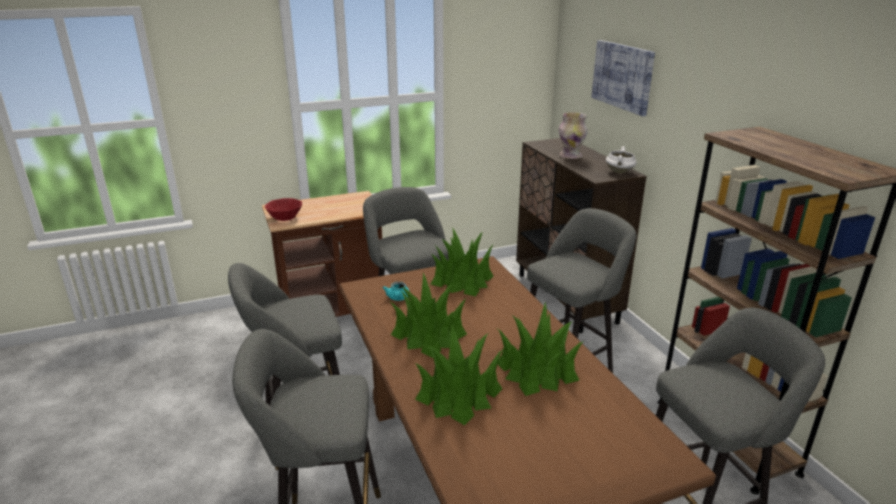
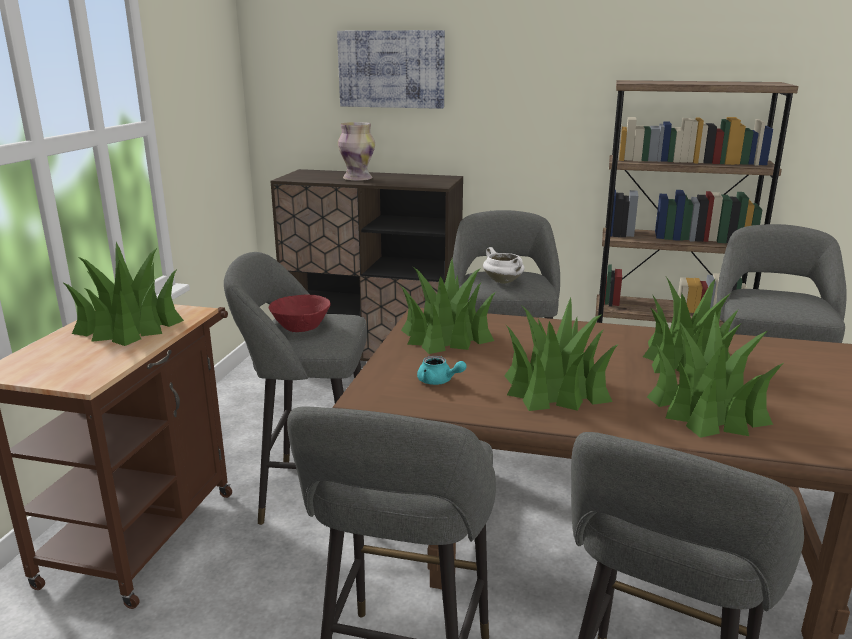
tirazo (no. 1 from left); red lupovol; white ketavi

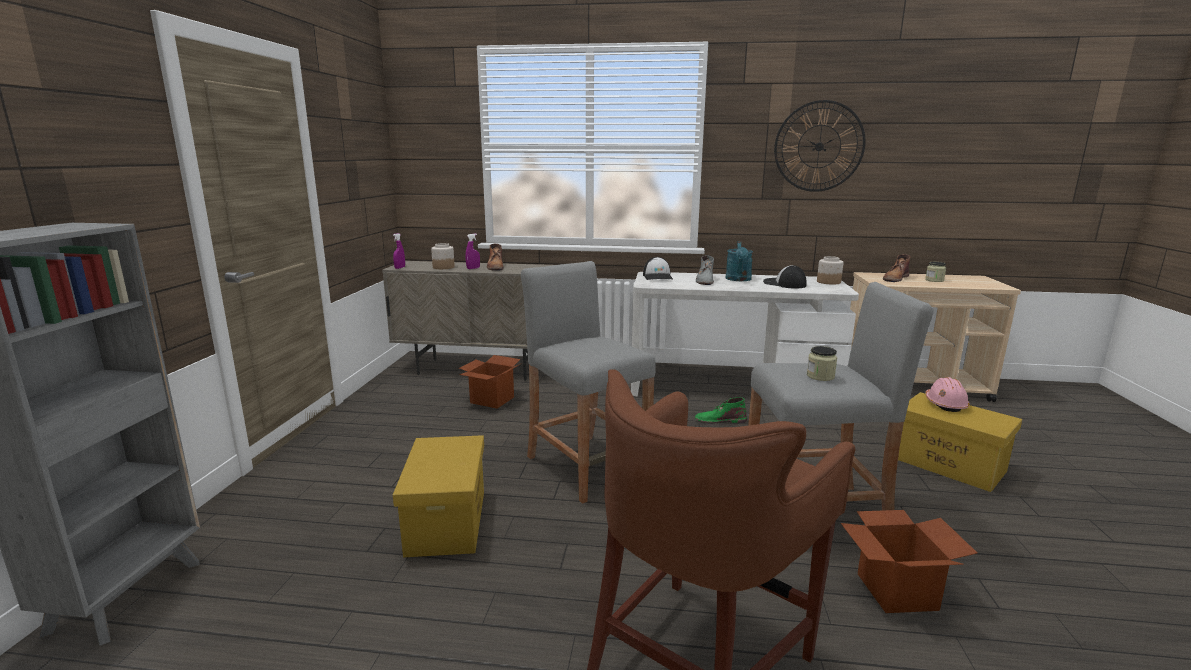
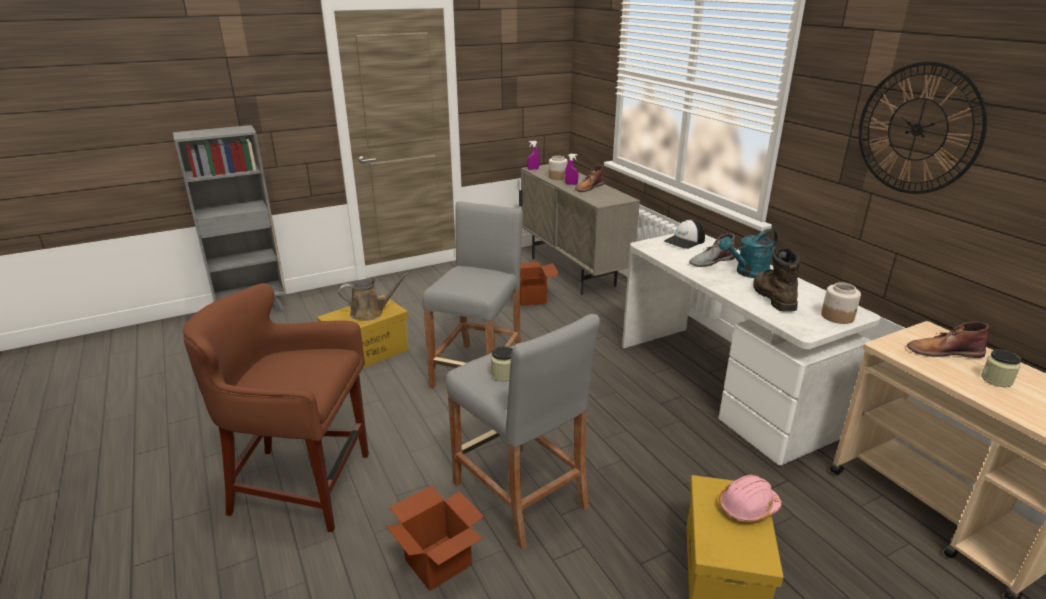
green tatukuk; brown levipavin; brown tatukuk (no. 2 from left)

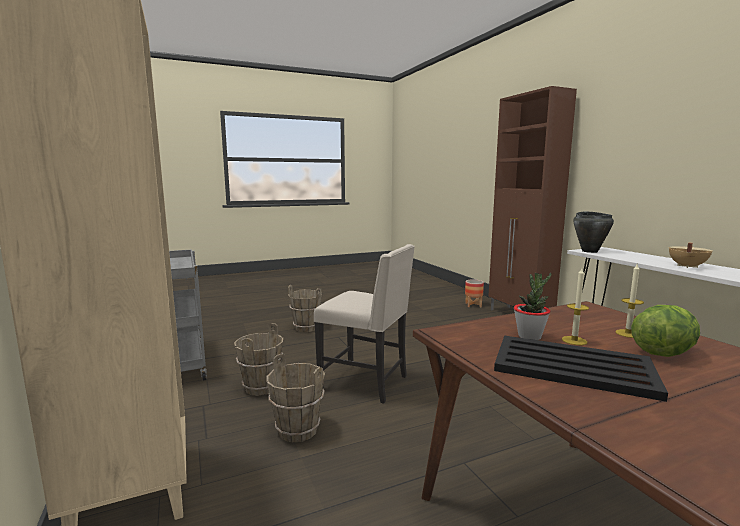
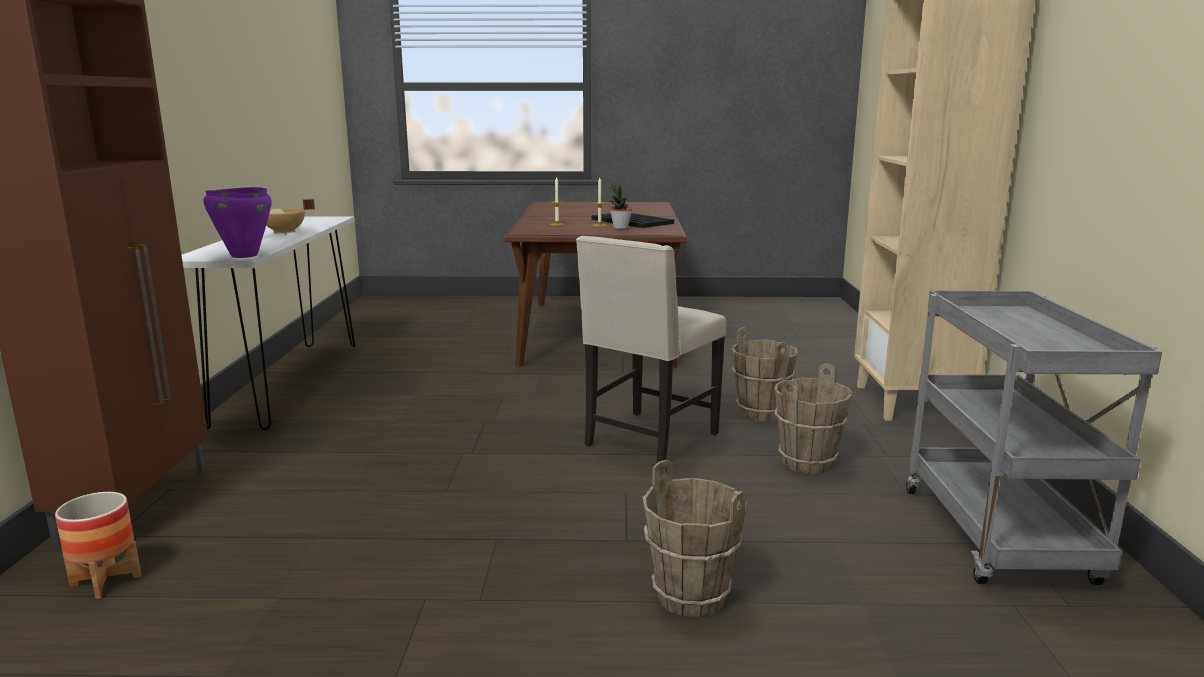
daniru; purple ketavi; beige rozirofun

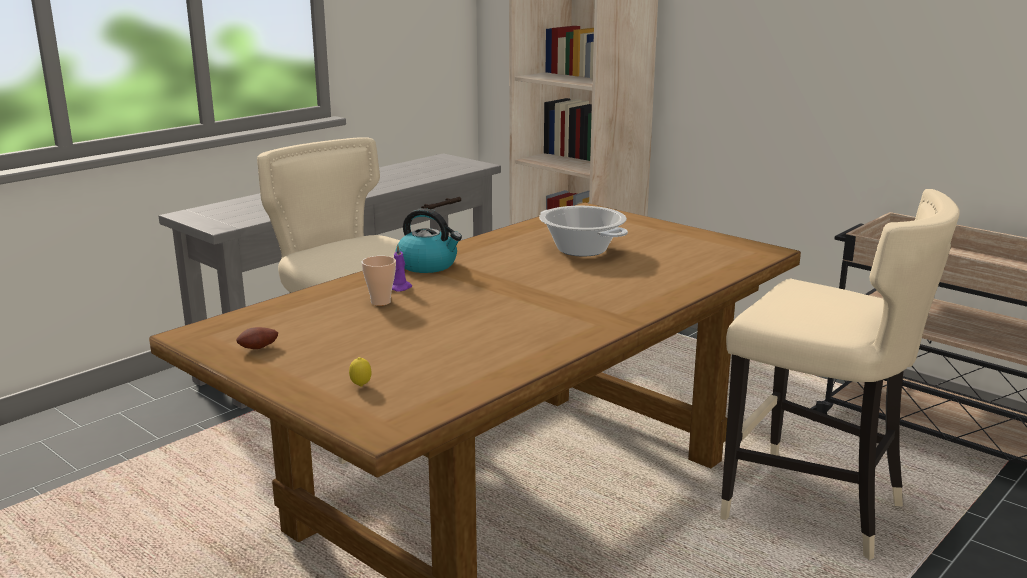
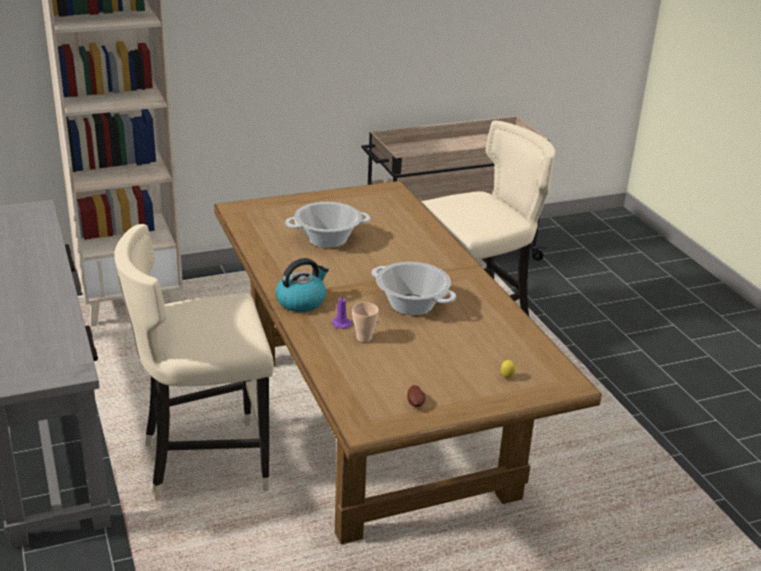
ketavi (no. 2 from left)

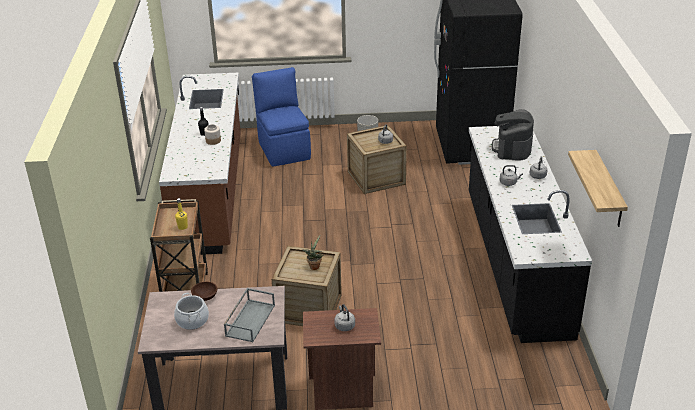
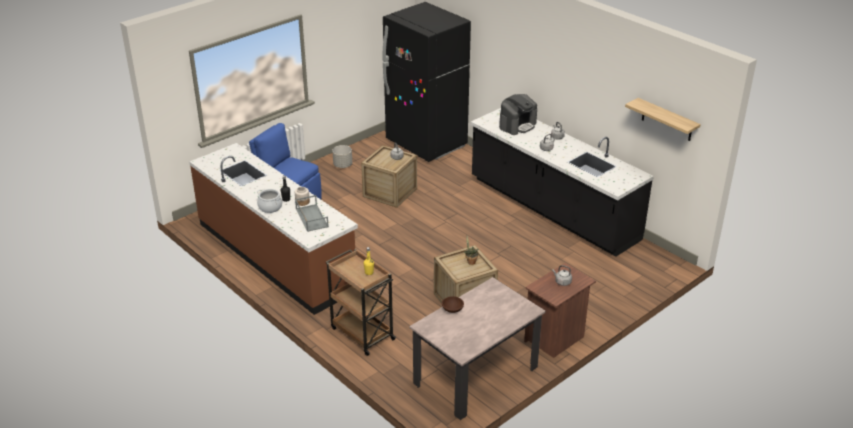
ketavi; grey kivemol; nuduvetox

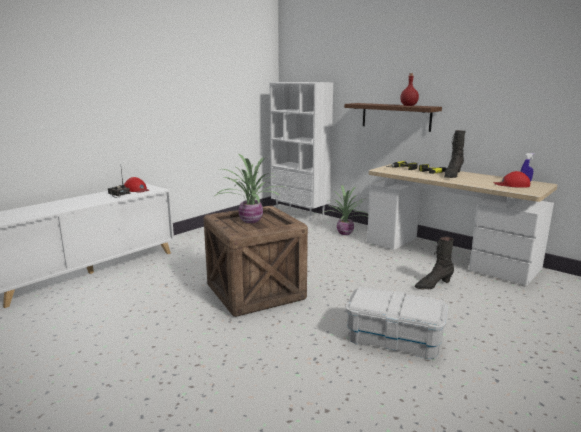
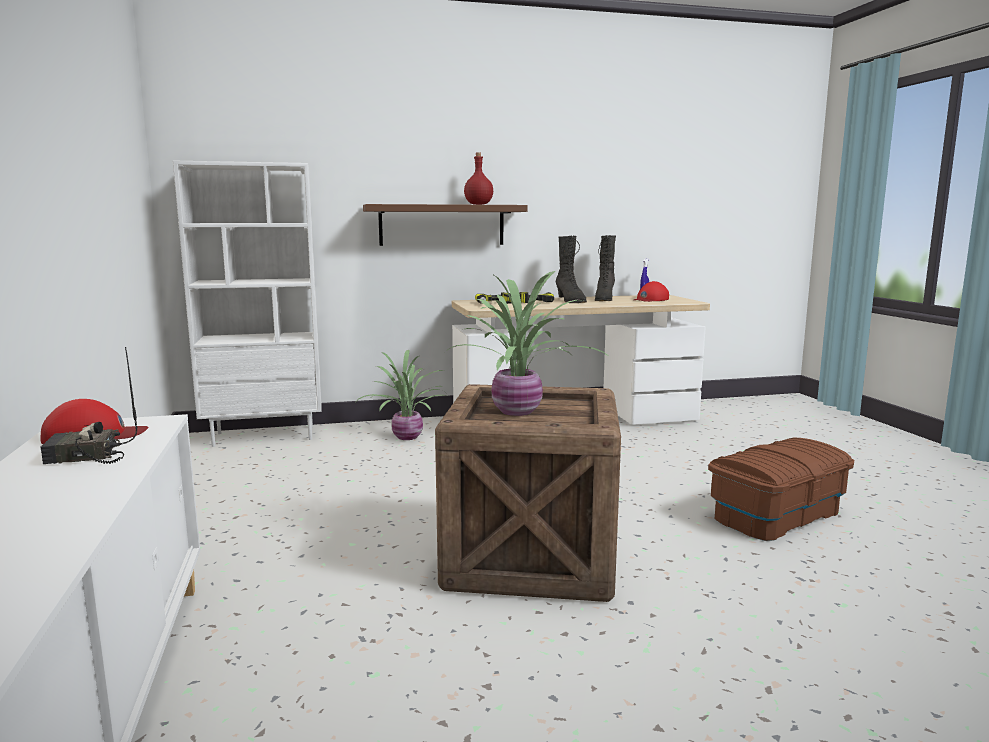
black tatukuk (no. 2 from left); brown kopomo

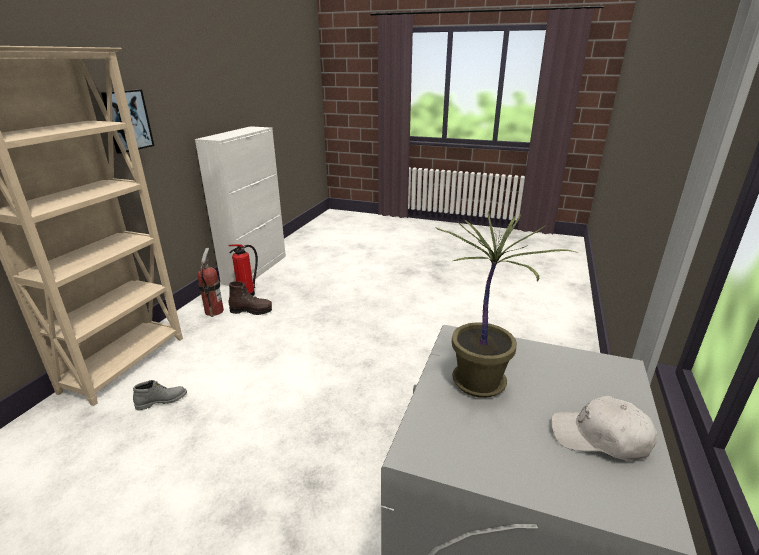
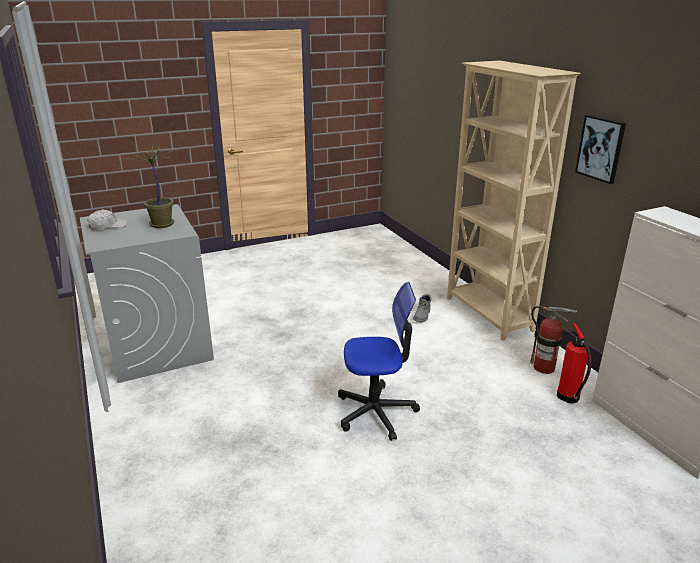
brown tatukuk; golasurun

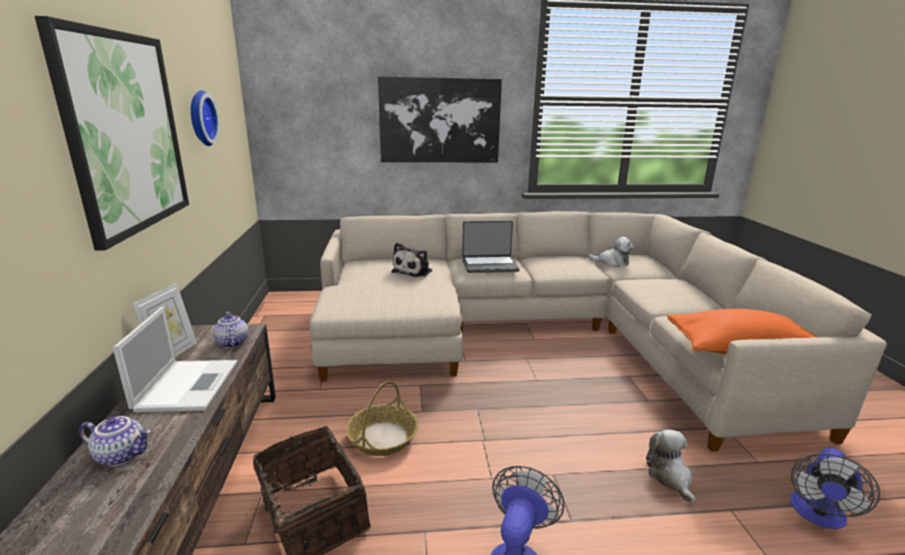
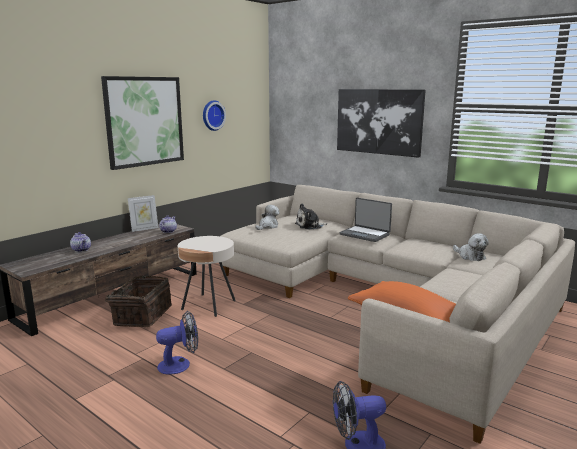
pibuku (no. 1 from left in the first image); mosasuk (no. 1 from left); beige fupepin

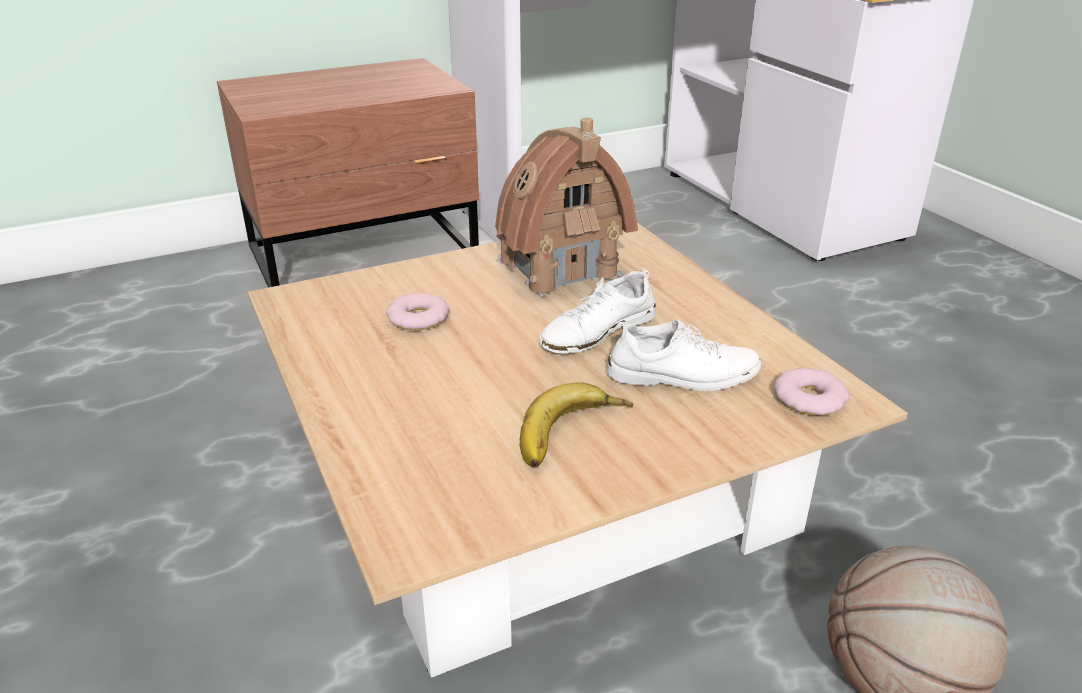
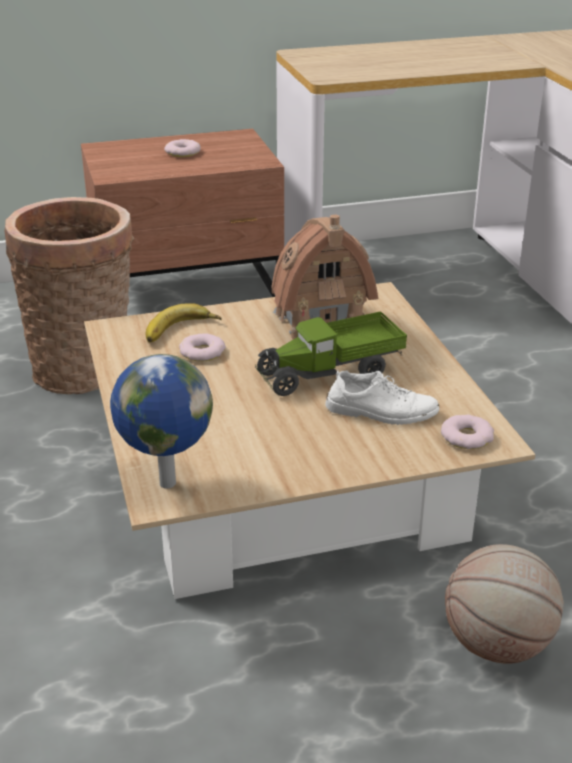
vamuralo; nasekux; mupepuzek (no. 1 from left); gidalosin; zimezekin

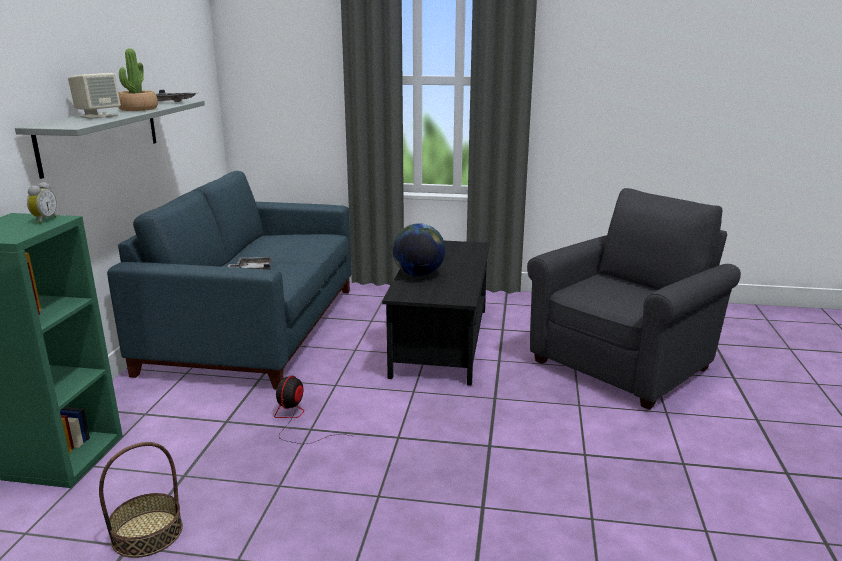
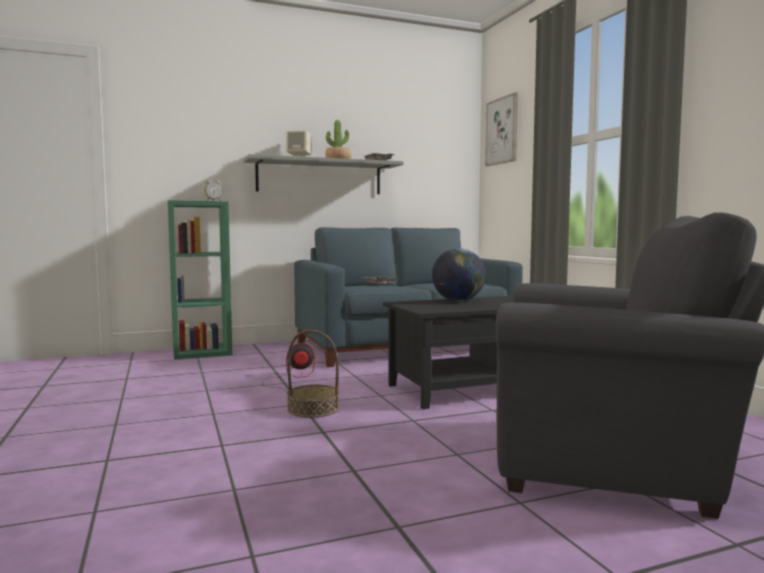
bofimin; vamuralo

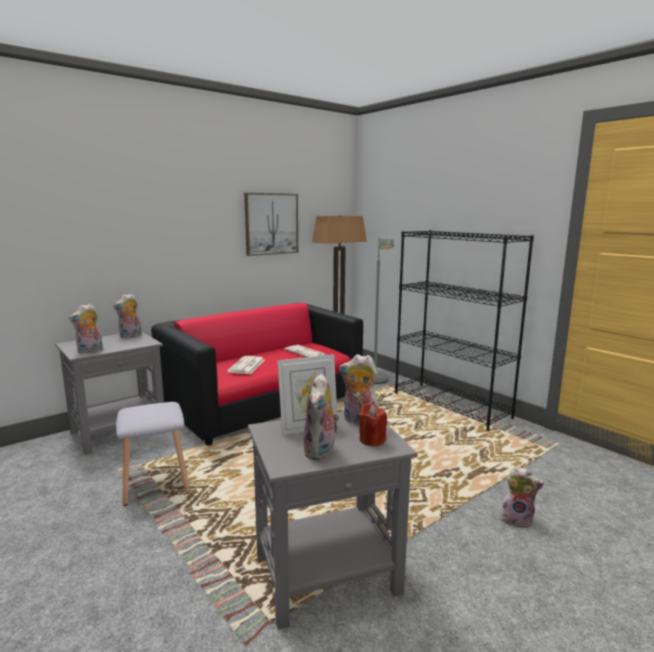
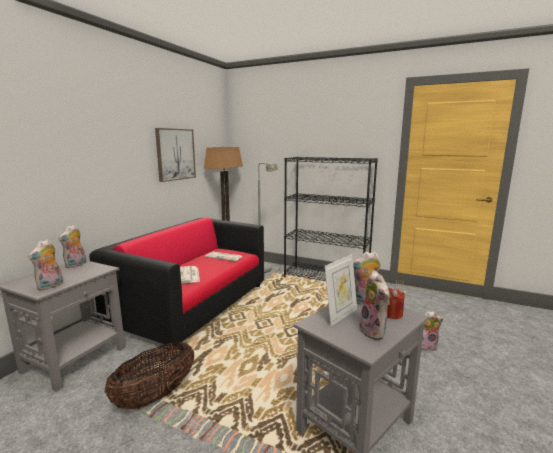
vamuralo

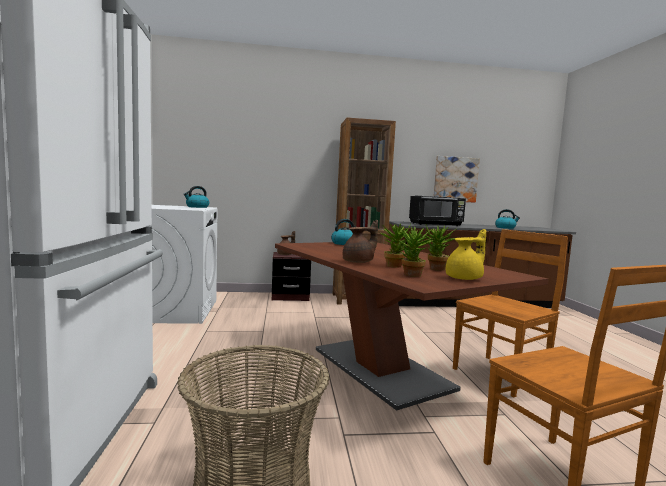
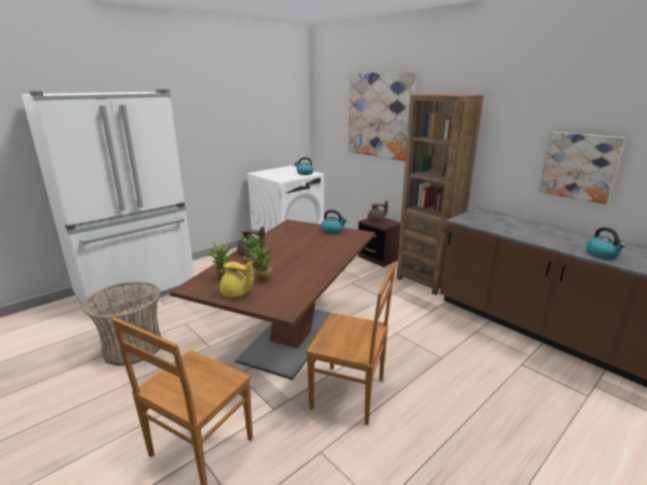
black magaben; bofimin (no. 1 from left)

